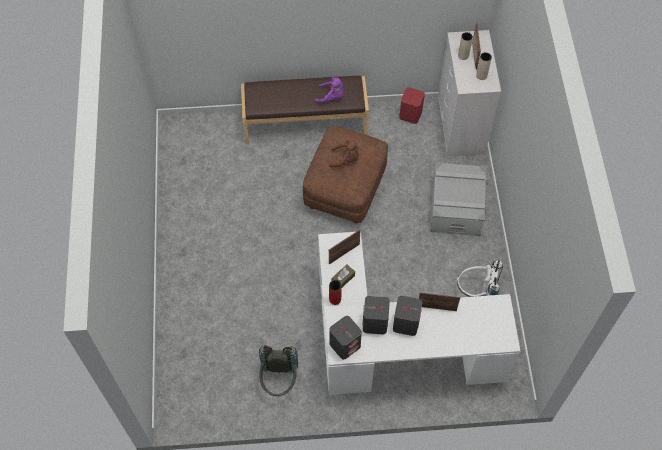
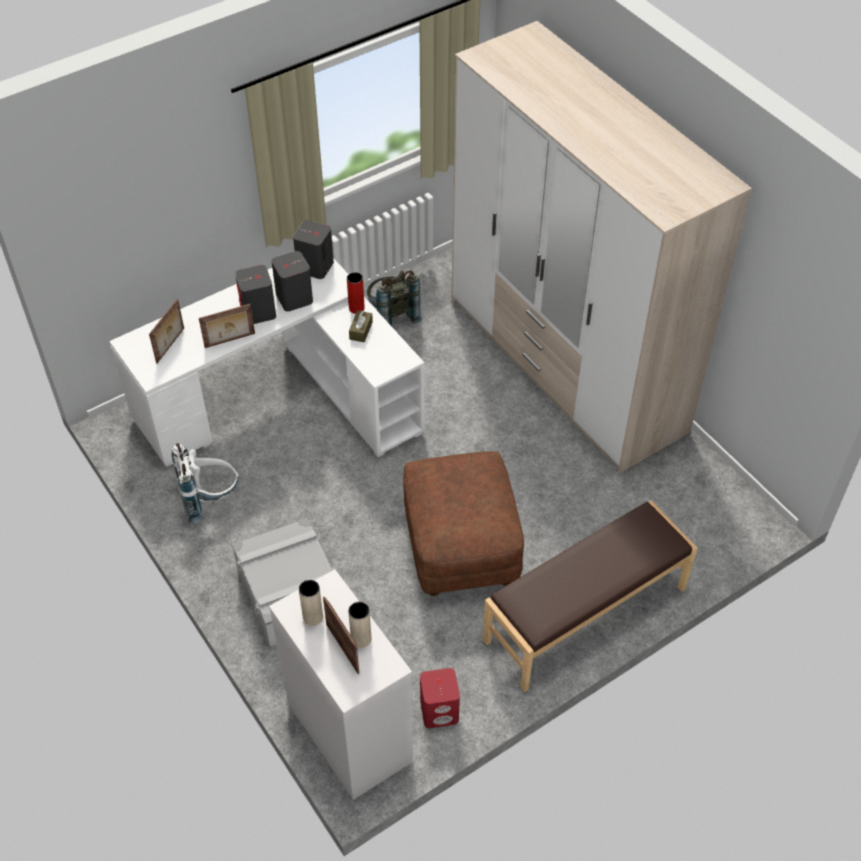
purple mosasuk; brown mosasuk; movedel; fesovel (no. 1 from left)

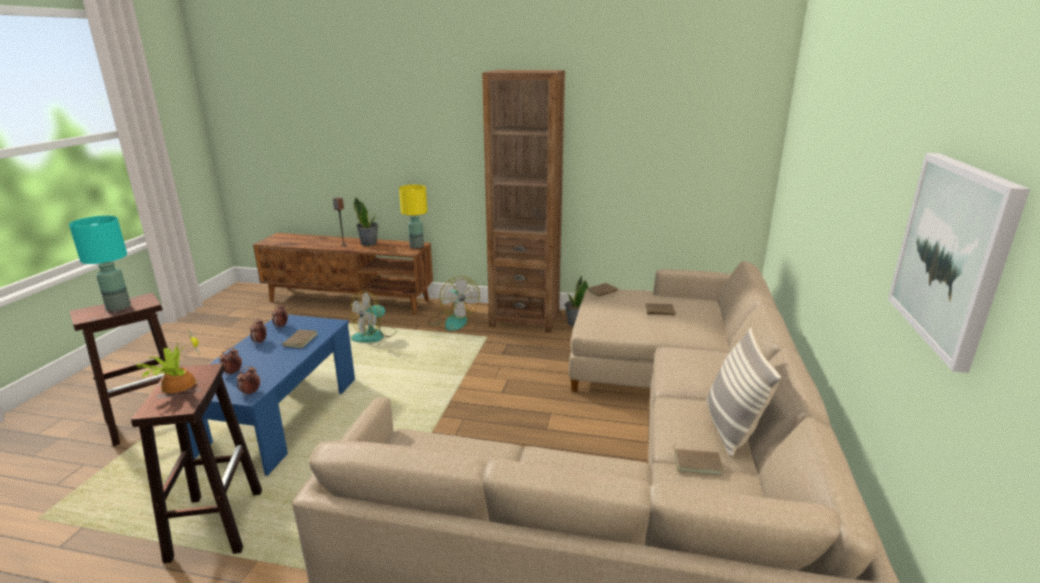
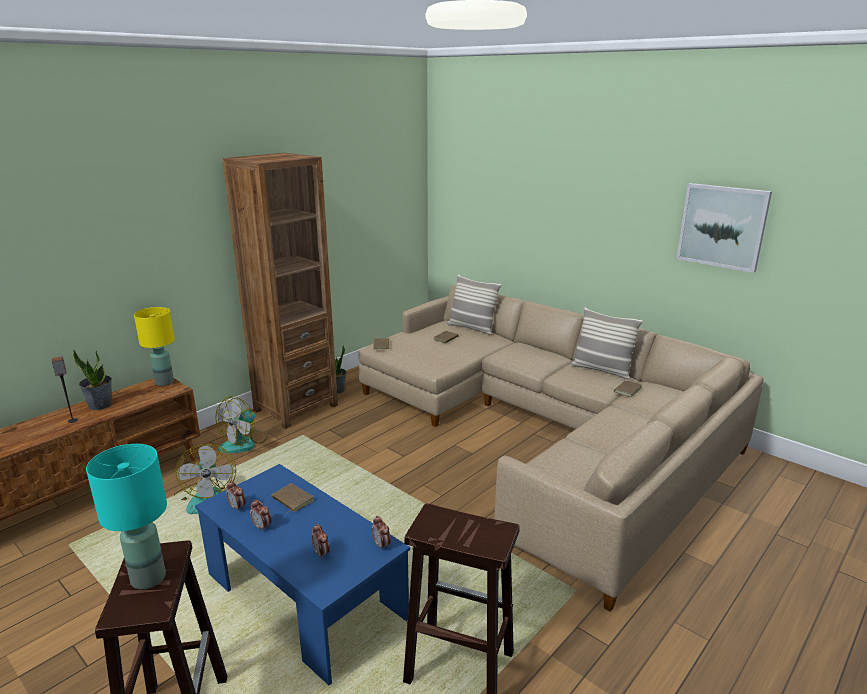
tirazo (no. 1 from left in the first image); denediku (no. 1 from left); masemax (no. 2 from left)

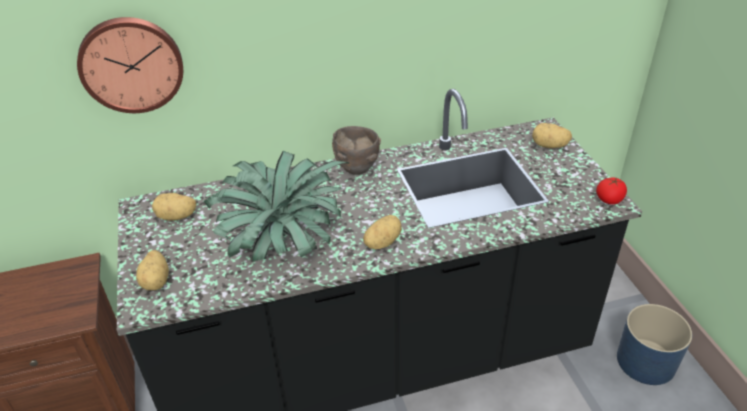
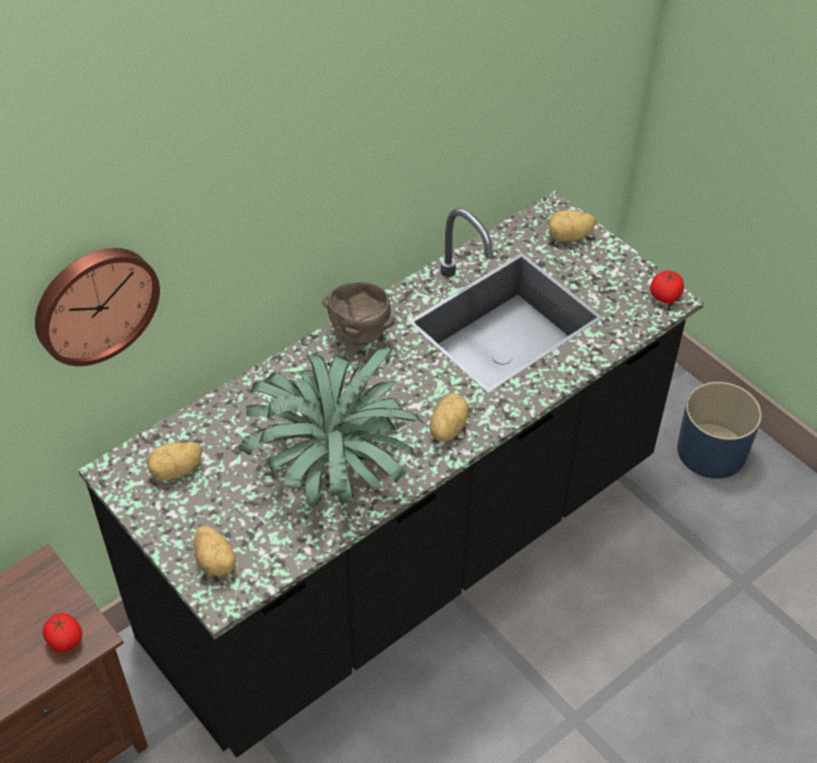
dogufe (no. 1 from left)

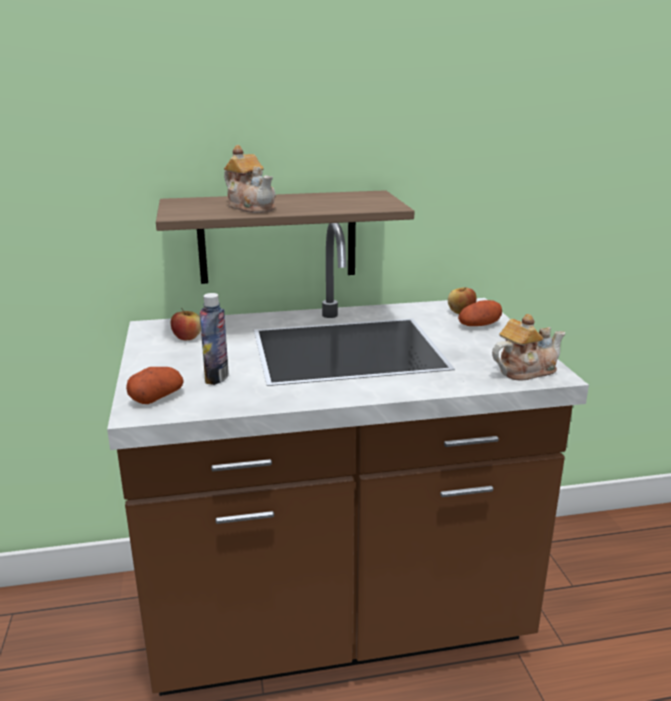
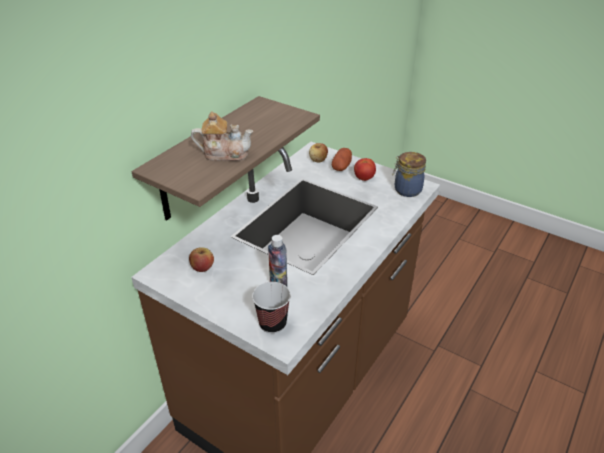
dogufe; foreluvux; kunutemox

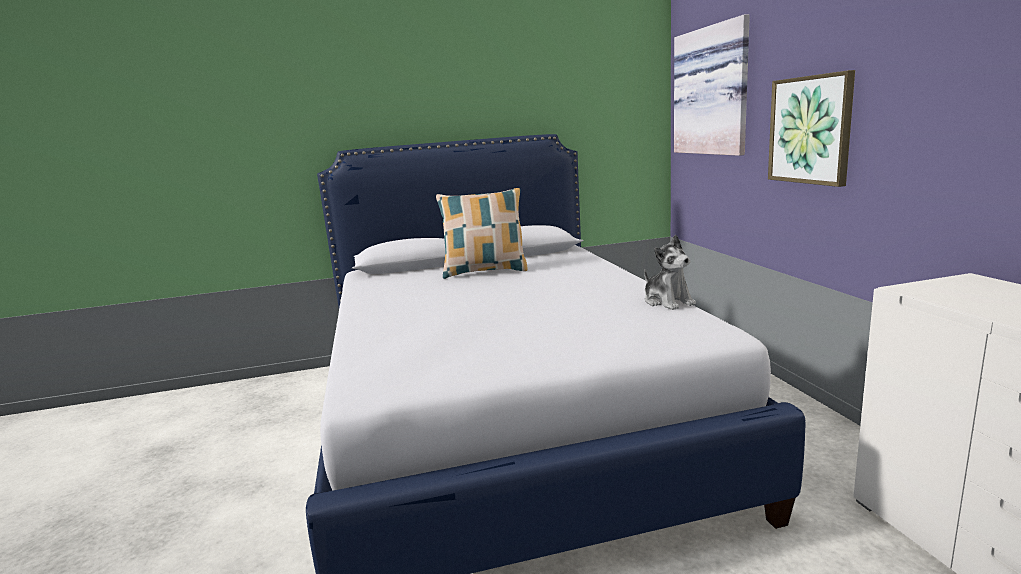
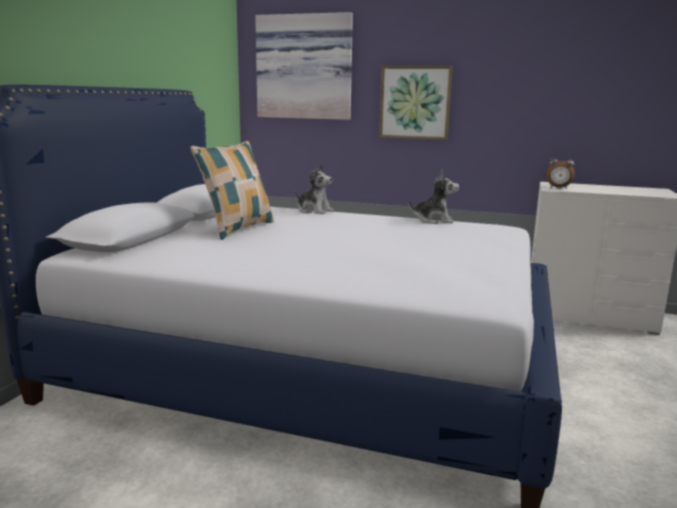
mosasuk (no. 1 from left); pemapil

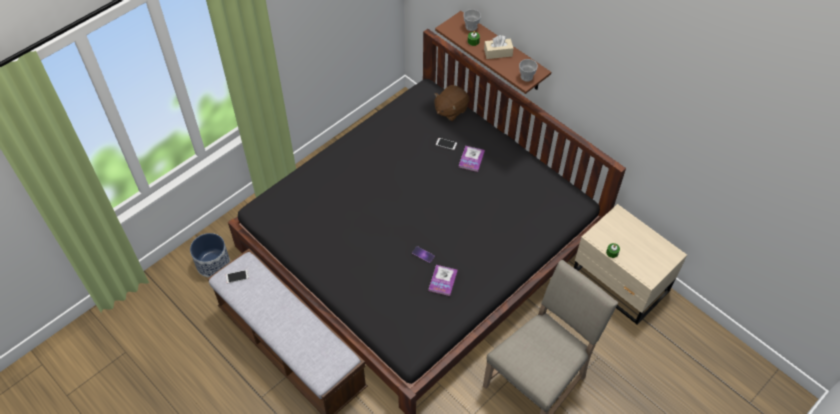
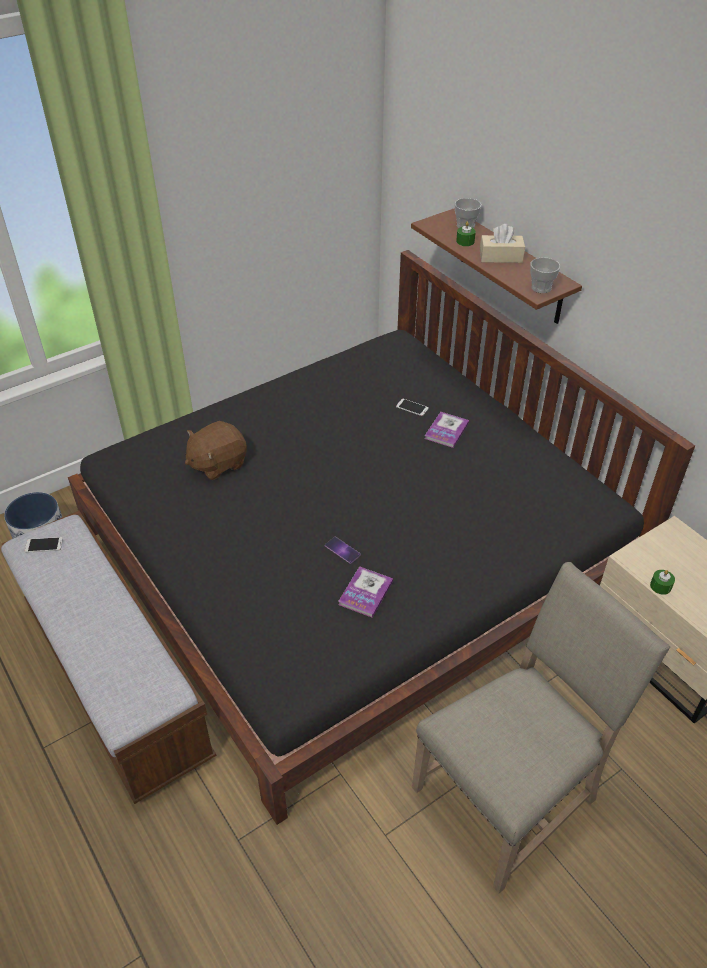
brown mosasuk

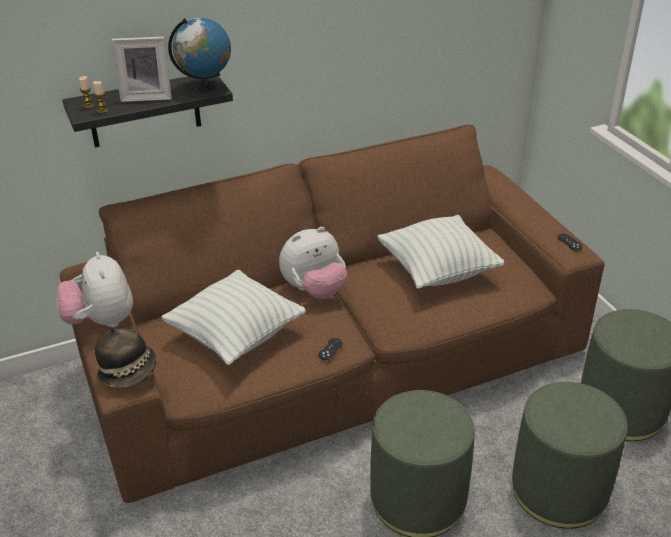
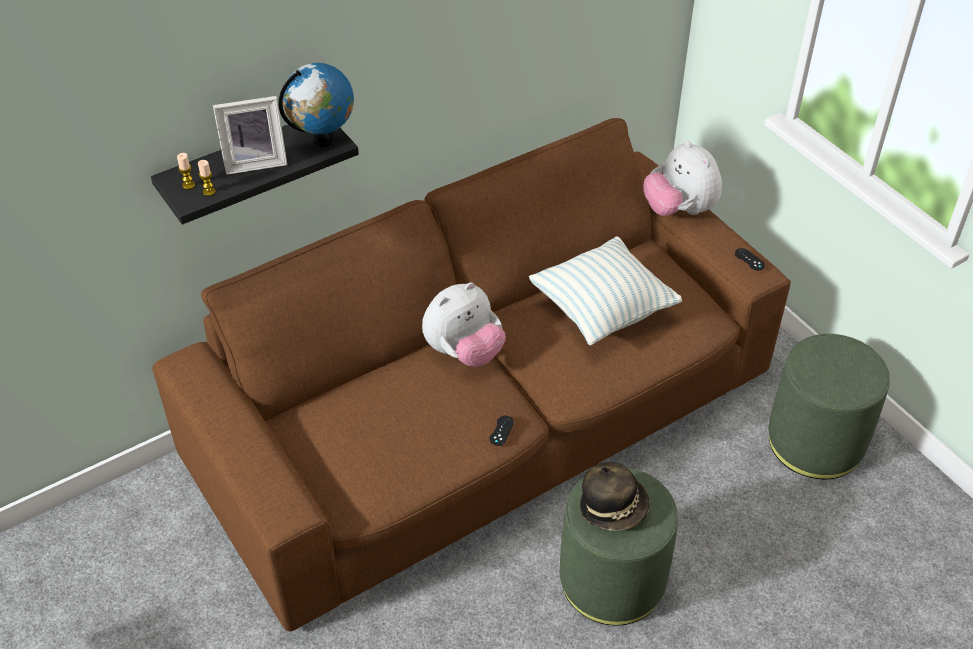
denediku (no. 1 from left in the first image); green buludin (no. 2 from left in the first image); mosasuk (no. 2 from left); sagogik

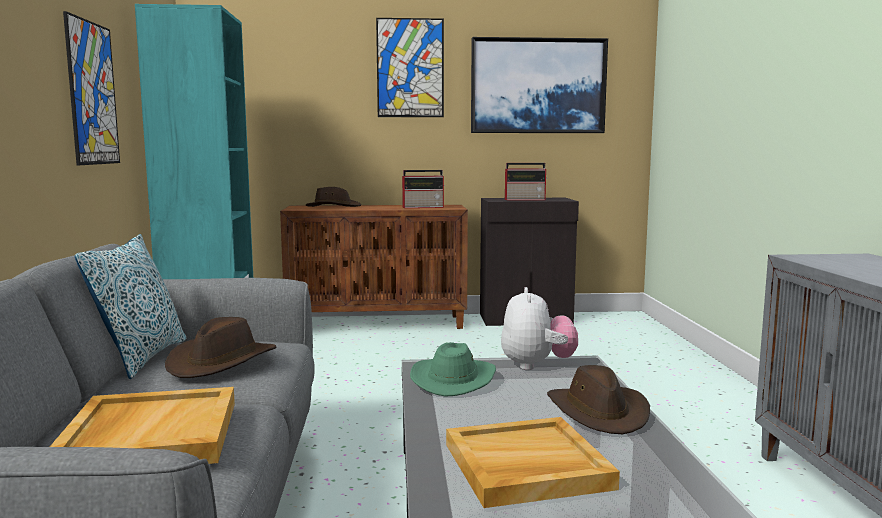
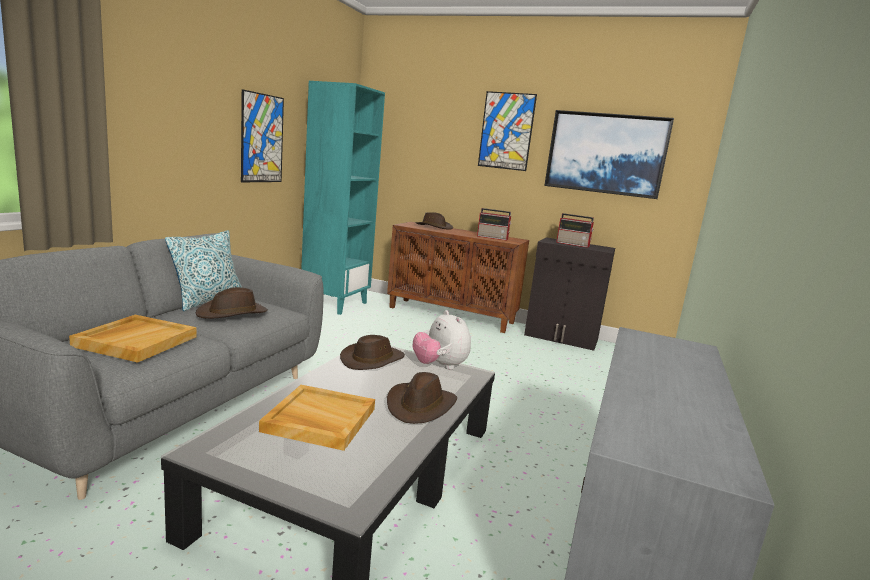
brown sagogik (no. 2 from left); mosasuk

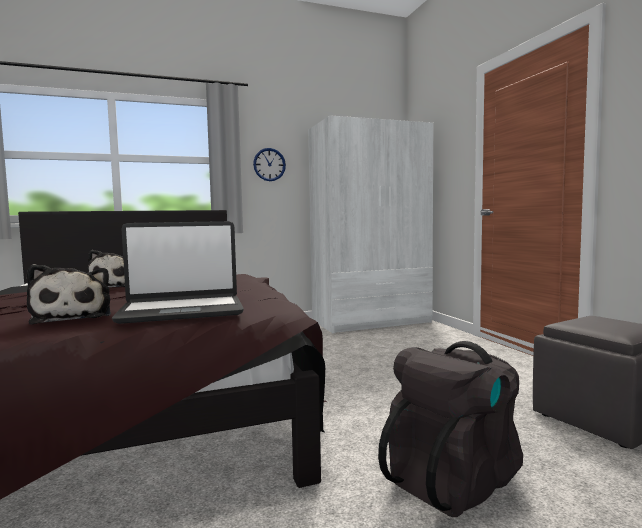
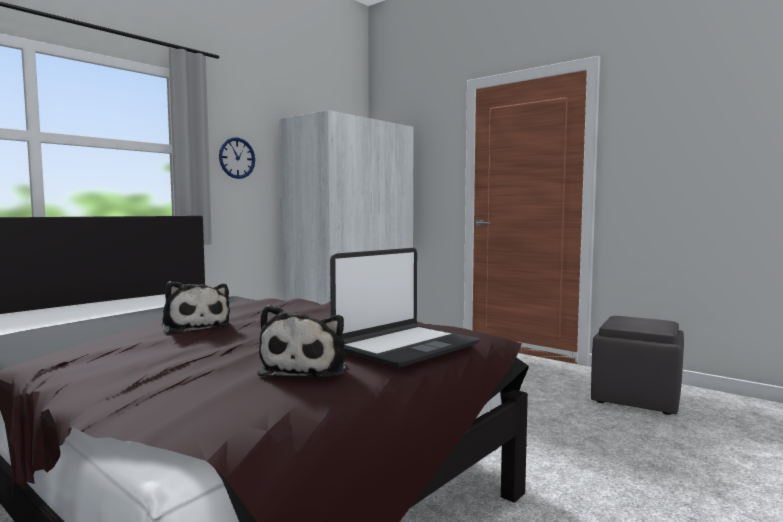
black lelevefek; mosasuk (no. 2 from left)

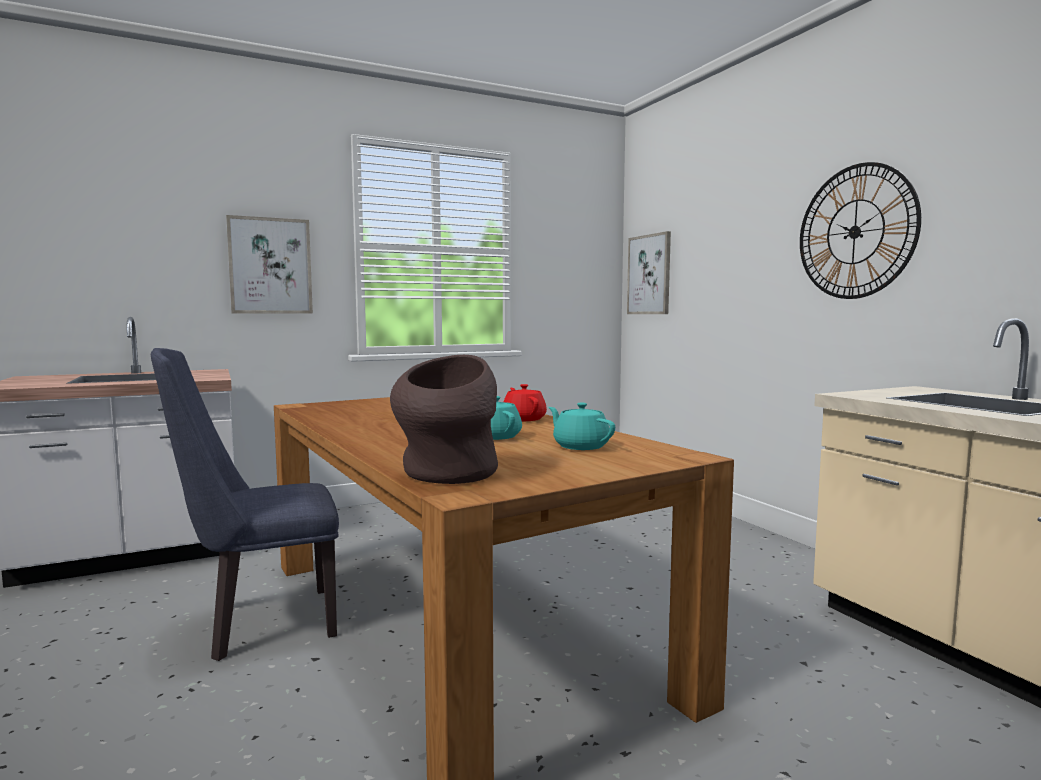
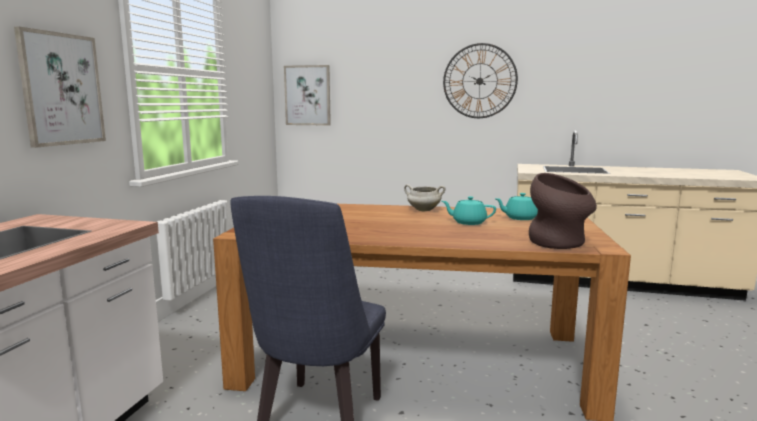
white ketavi

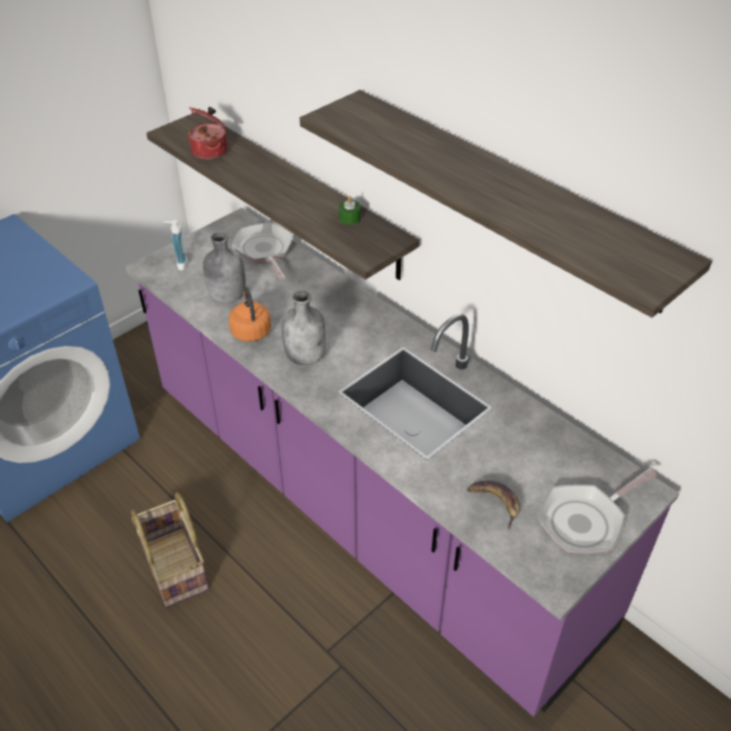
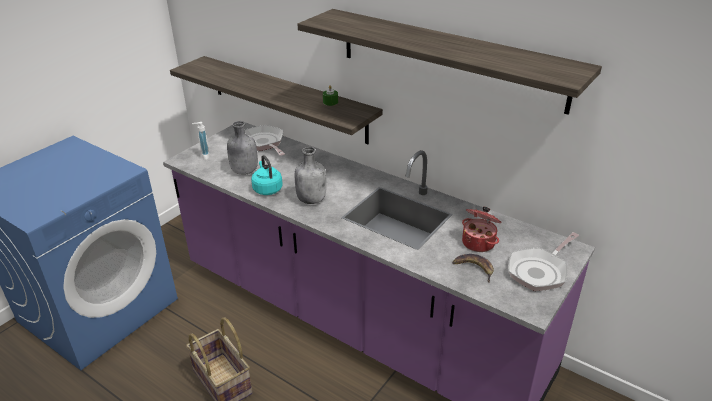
ketavi; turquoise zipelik

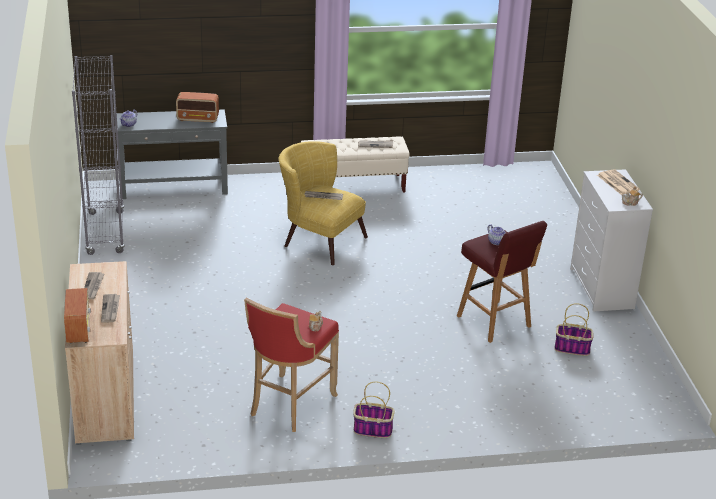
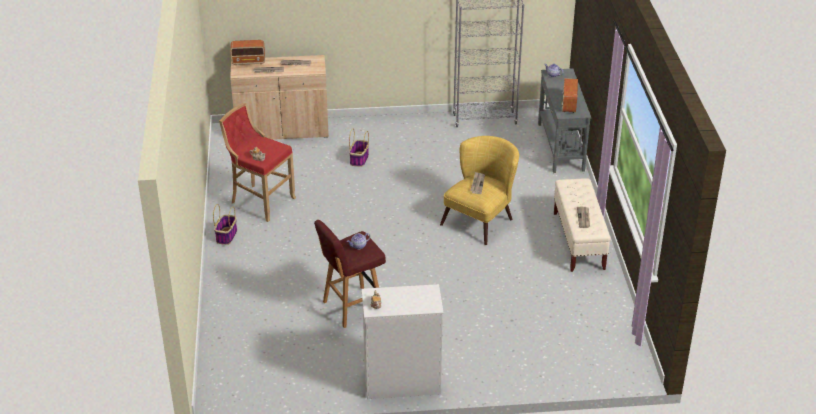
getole (no. 5 from left in the first image); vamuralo (no. 2 from left)

